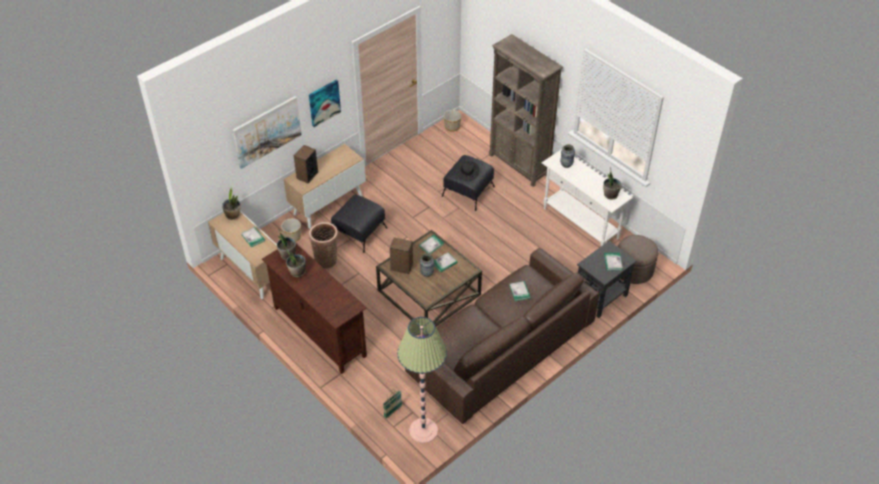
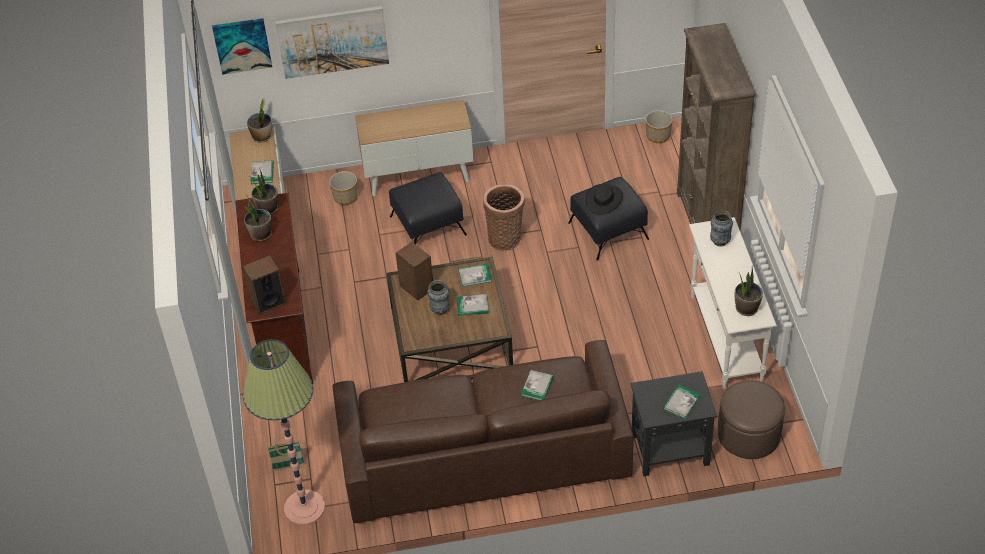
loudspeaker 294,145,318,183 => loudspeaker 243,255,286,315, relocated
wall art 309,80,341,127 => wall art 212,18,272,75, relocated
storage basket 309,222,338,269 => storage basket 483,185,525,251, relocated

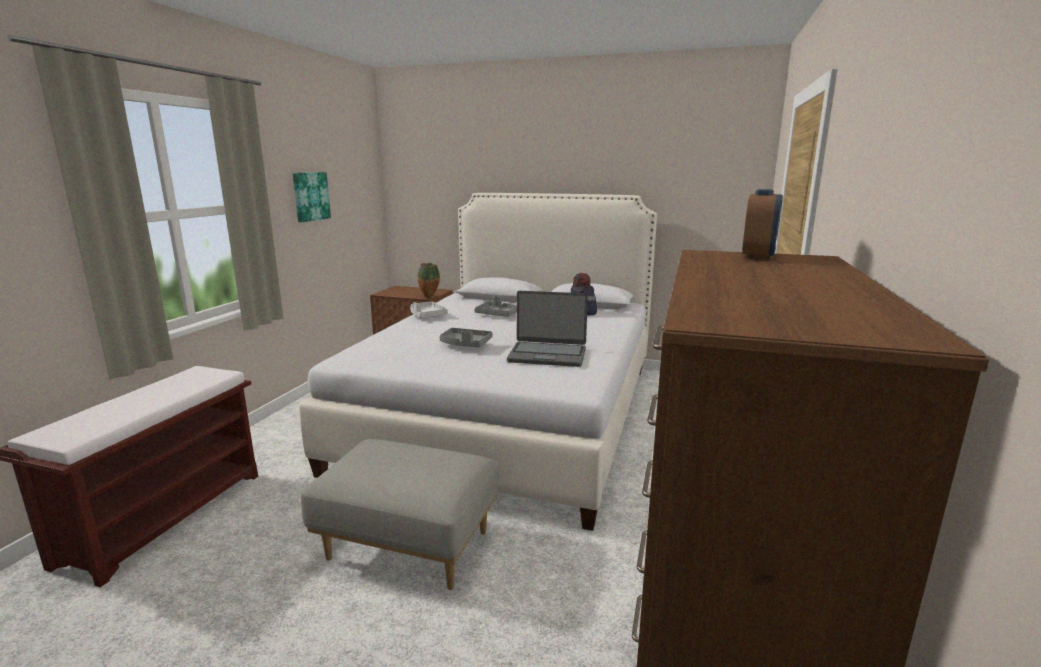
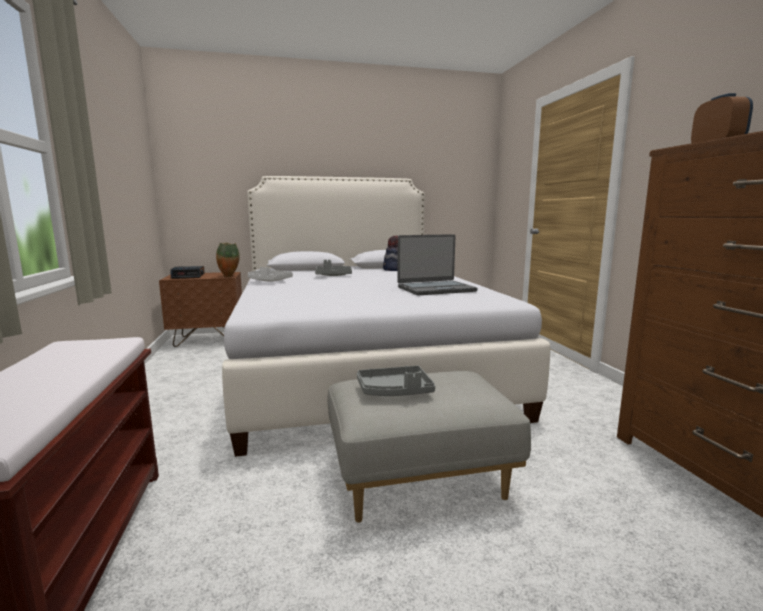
wall art 293,172,331,222 => nothing
nothing => table clock 170,266,205,279
greyish tray 440,328,493,347 => greyish tray 357,366,435,396, relocated

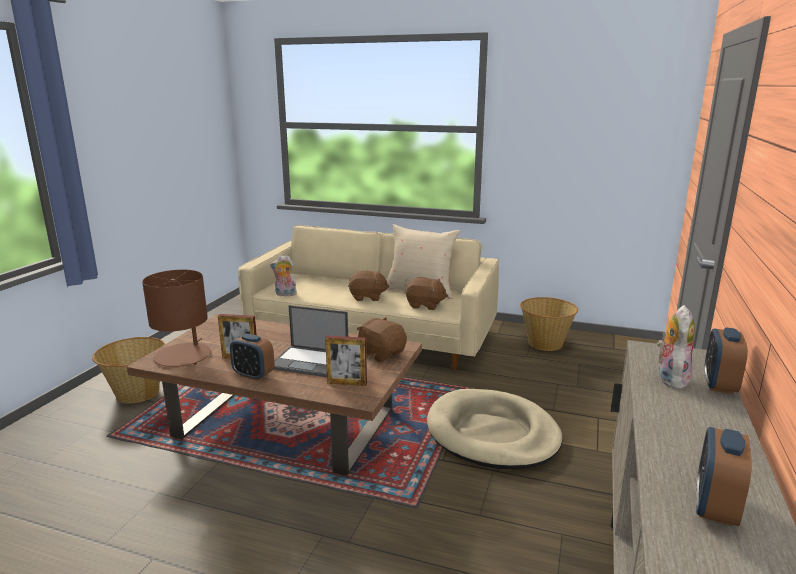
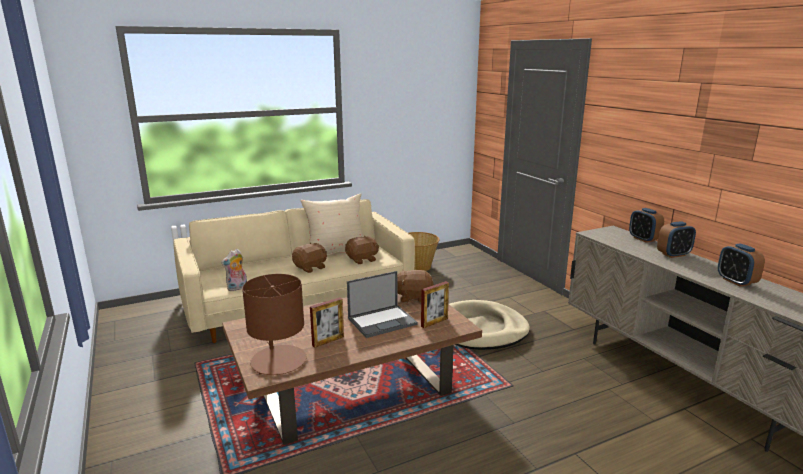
storage basket 92,337,165,404 => nothing
cuddly toy 657,305,694,389 => nothing
table clock 230,334,275,381 => table clock 657,222,696,258, relocated

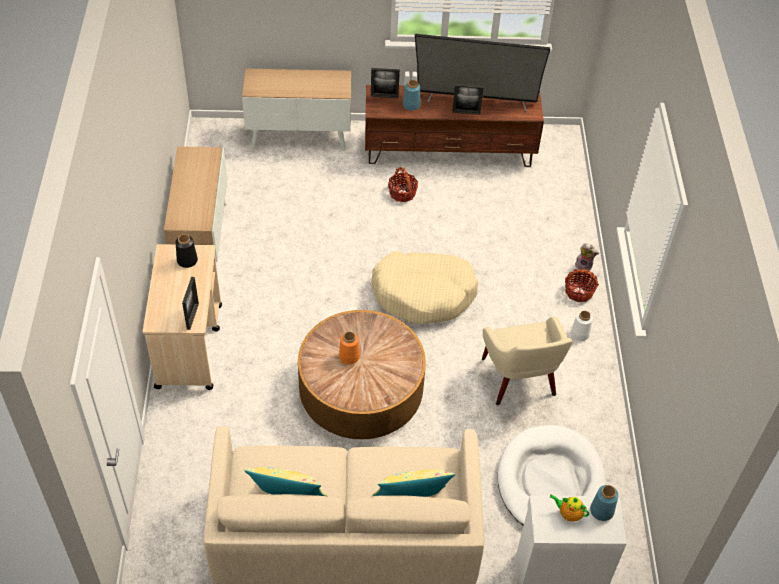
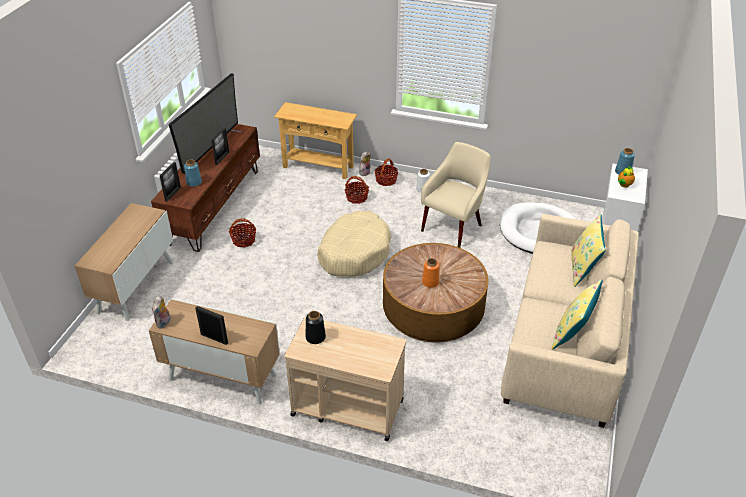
nothing => cuddly toy 152,295,170,329
nothing => beige console table 274,102,357,179
nothing => storage basket 345,176,369,204
picture frame 182,277,199,330 => picture frame 195,306,228,345, relocated
beige lounge chair 482,317,572,405 => beige lounge chair 421,142,491,248, 60 degrees counterclockwise

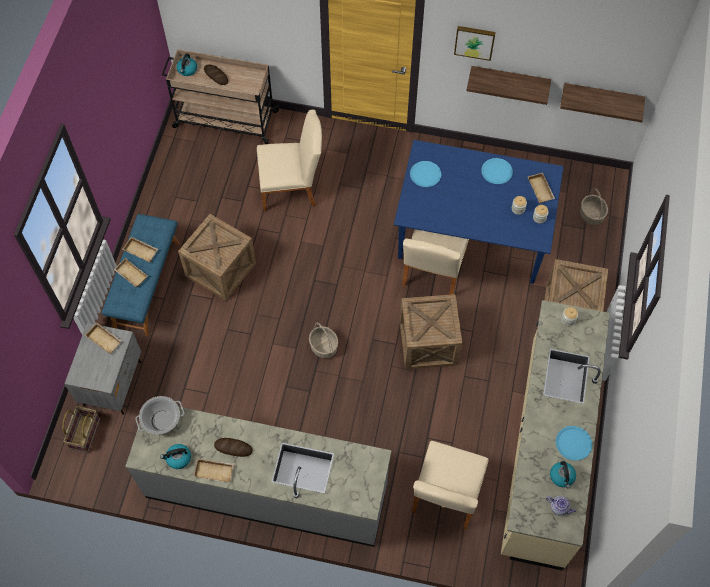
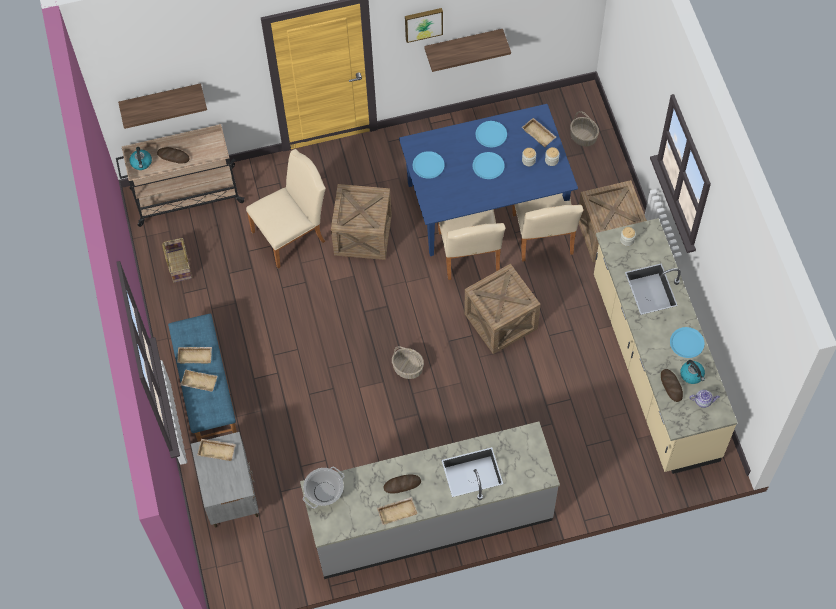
kettle 160,444,191,469 => nothing
nothing => bluish plate 473,152,505,179
nothing => baked bread 661,369,683,402
storage basket 62,406,100,453 => storage basket 162,238,192,282, relocated
packing crate 178,214,256,301 => packing crate 331,184,392,260, relocated
beige upright chair 412,441,489,529 => beige upright chair 512,193,583,262, relocated
wall shelf 560,83,645,123 => wall shelf 118,83,207,129, relocated

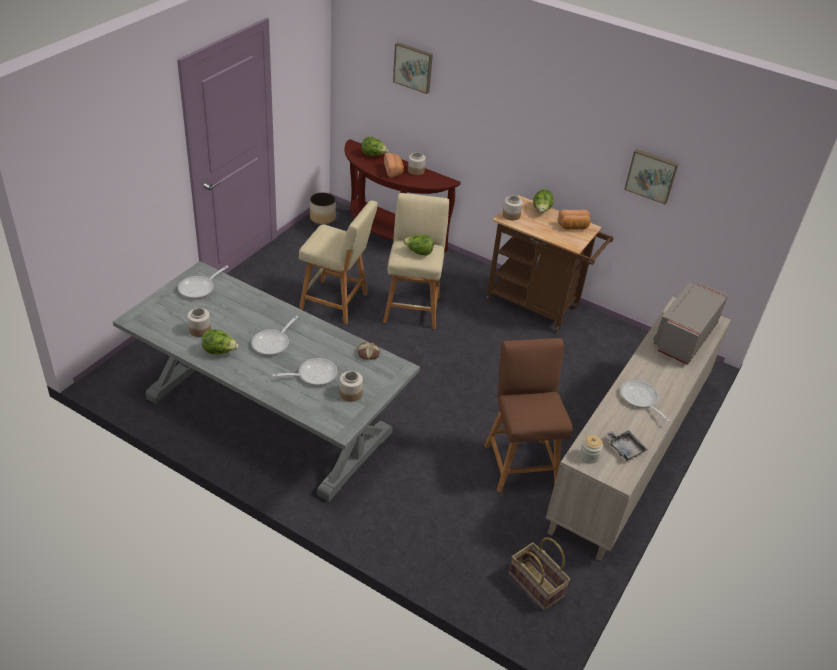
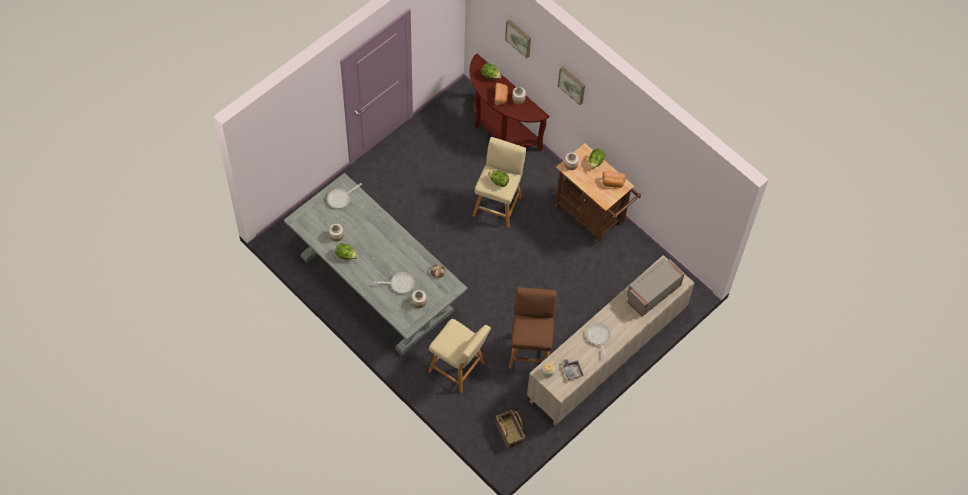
skillet 251,316,298,356 => nothing
flower pot 310,192,336,224 => nothing
beige stool seat 299,200,378,324 => beige stool seat 428,319,491,393, relocated
wall art 624,149,678,204 => wall art 558,66,585,105, relocated

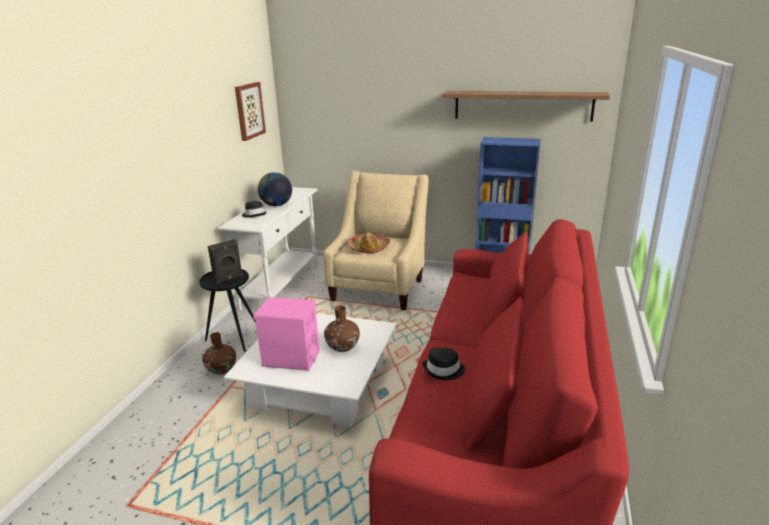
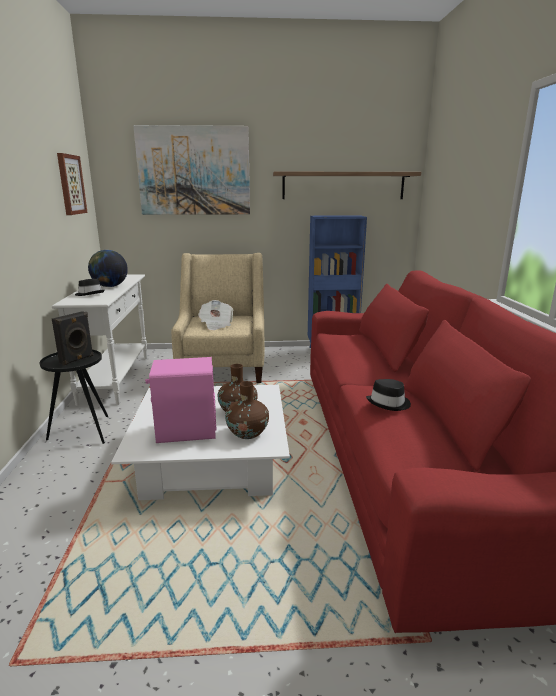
nothing => wall art 133,125,250,215
brown vase 202,332,236,375 => brown vase 225,381,269,439, relocated
hat 348,233,390,254 => newspaper 198,300,234,330

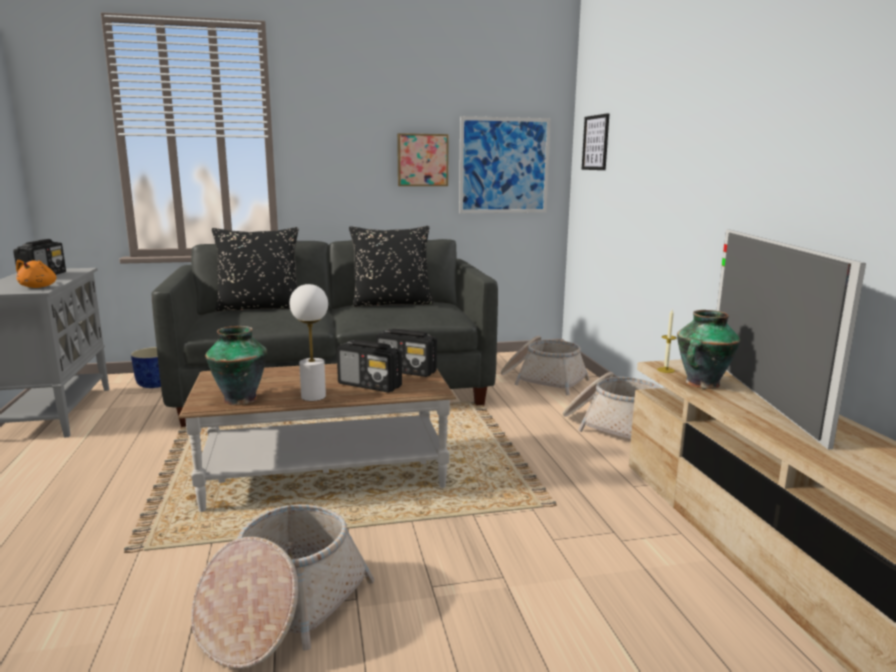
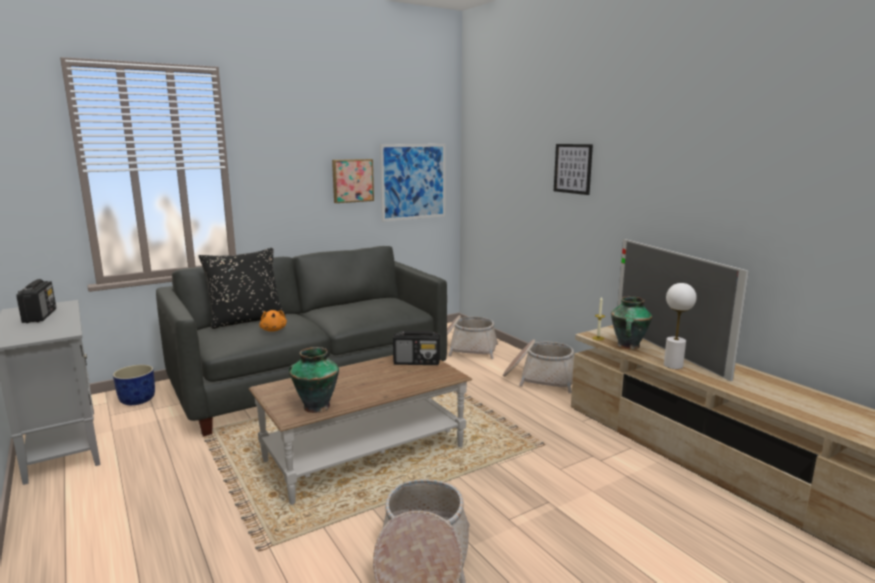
radio 337,340,402,393 => nothing
blackish throw pillow 349,226,434,307 => nothing
orange cuddly toy 16,260,56,288 => orange cuddly toy 259,310,287,332, relocated
white tabletop lamp 289,284,328,401 => white tabletop lamp 664,283,697,369, relocated
wall art 582,113,610,170 => wall art 554,144,593,195, relocated

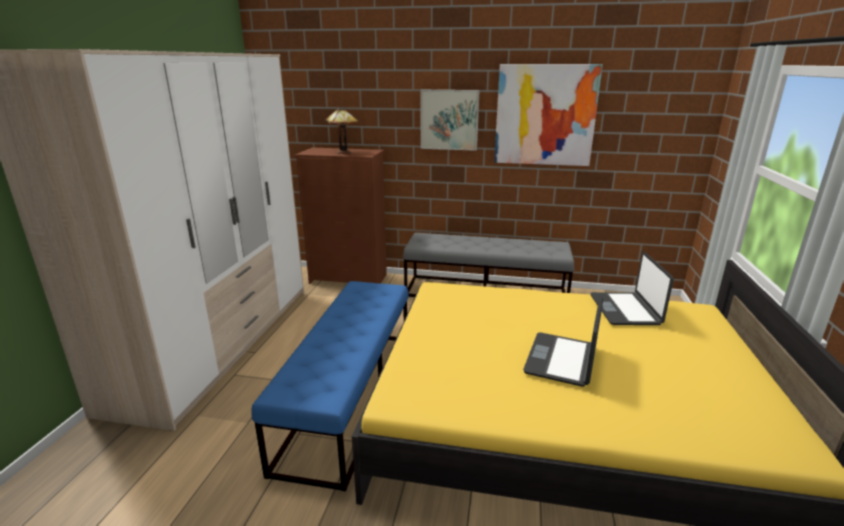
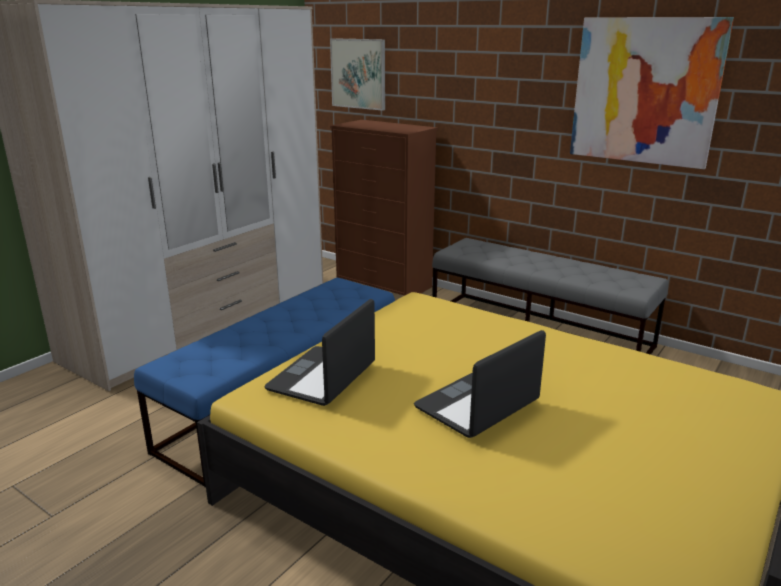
tabletop lamp 325,106,360,154 => nothing
wall art 421,90,480,151 => wall art 330,38,385,111, relocated
laptop 590,252,674,325 => laptop 264,299,375,406, relocated

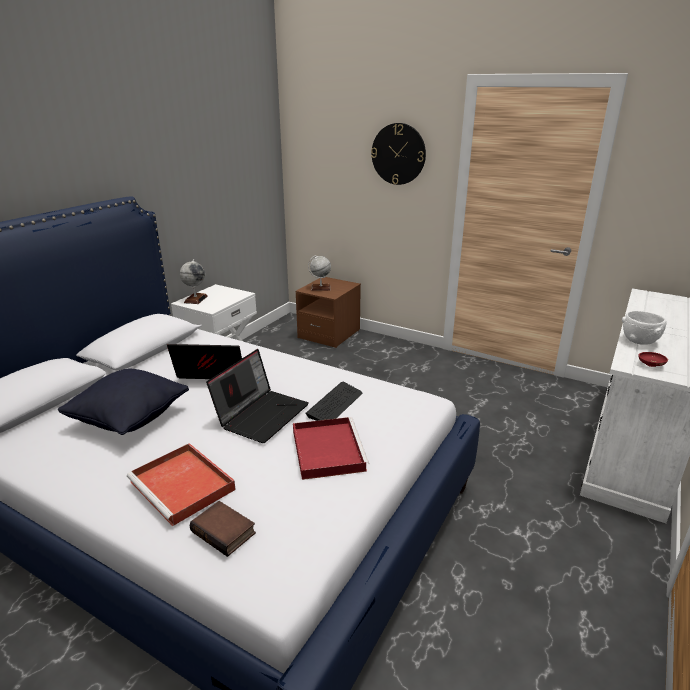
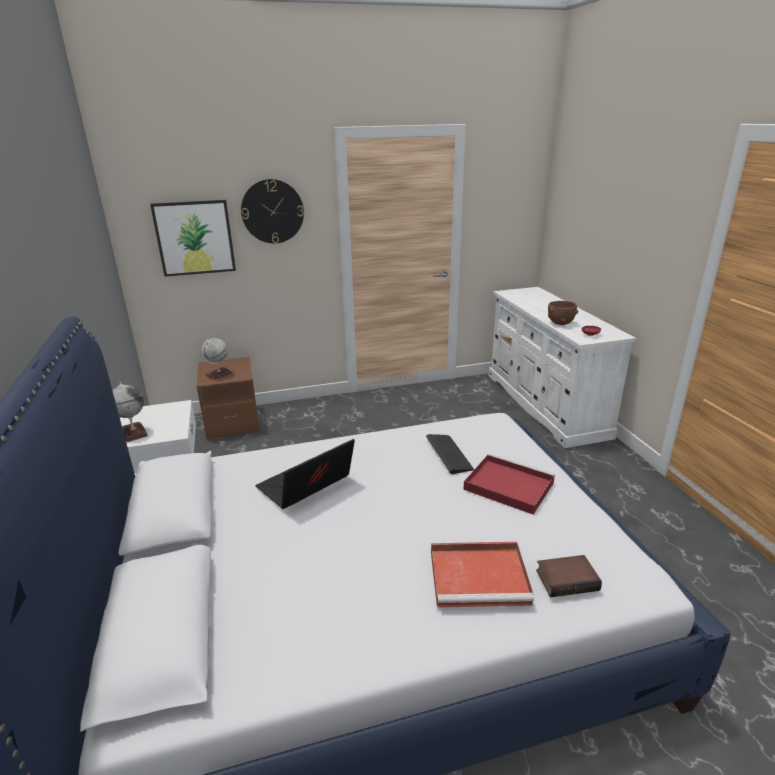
blackish throw pillow 58,369,189,435 => nothing
laptop 206,349,309,443 => nothing
nothing => wall art 150,200,236,277
white serving bowl 622,311,667,345 => brown serving bowl 548,301,578,325

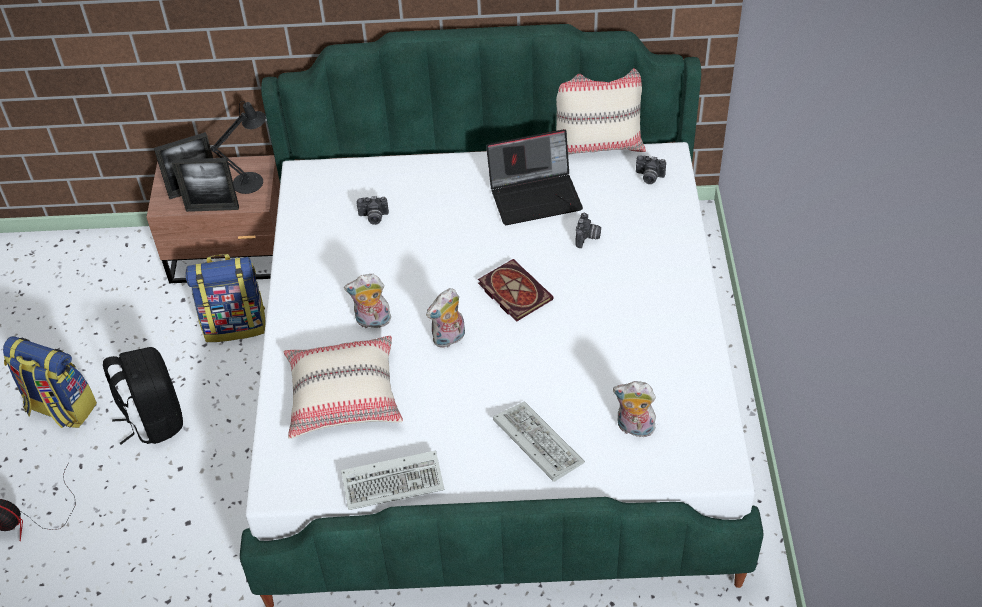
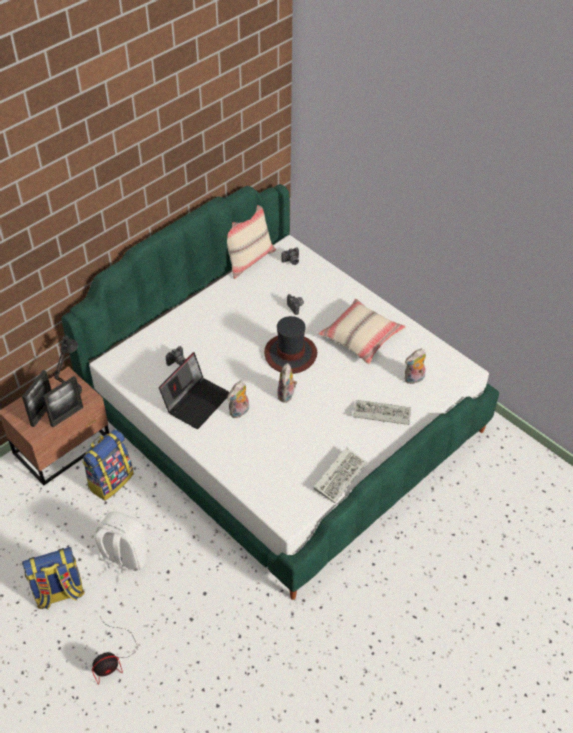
beige throw pillow 283,336,403,439 => beige throw pillow 318,299,406,364, relocated
laptop 486,129,583,225 => laptop 159,352,229,429, relocated
book 478,259,554,321 => hat 264,316,317,374
blackish backpack 103,347,183,444 => white backpack 95,511,148,584

